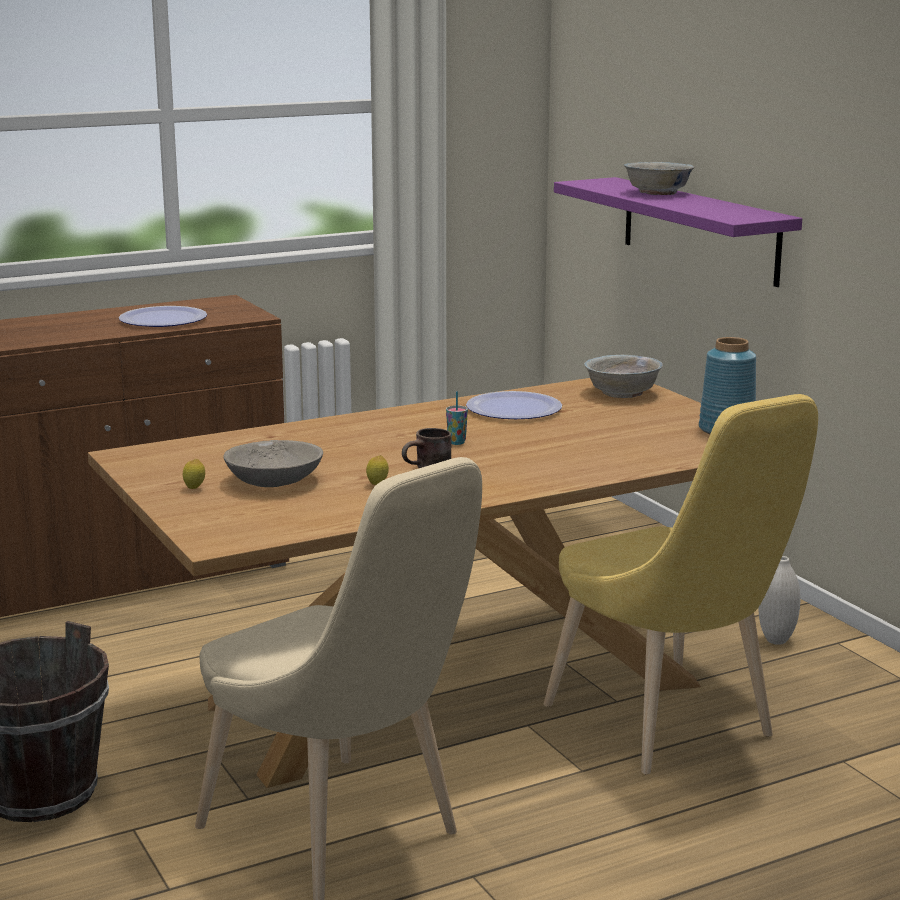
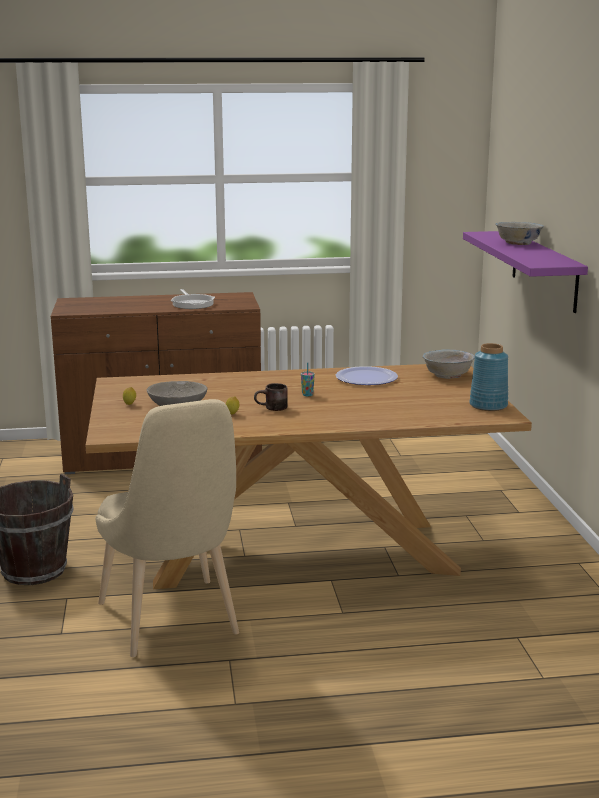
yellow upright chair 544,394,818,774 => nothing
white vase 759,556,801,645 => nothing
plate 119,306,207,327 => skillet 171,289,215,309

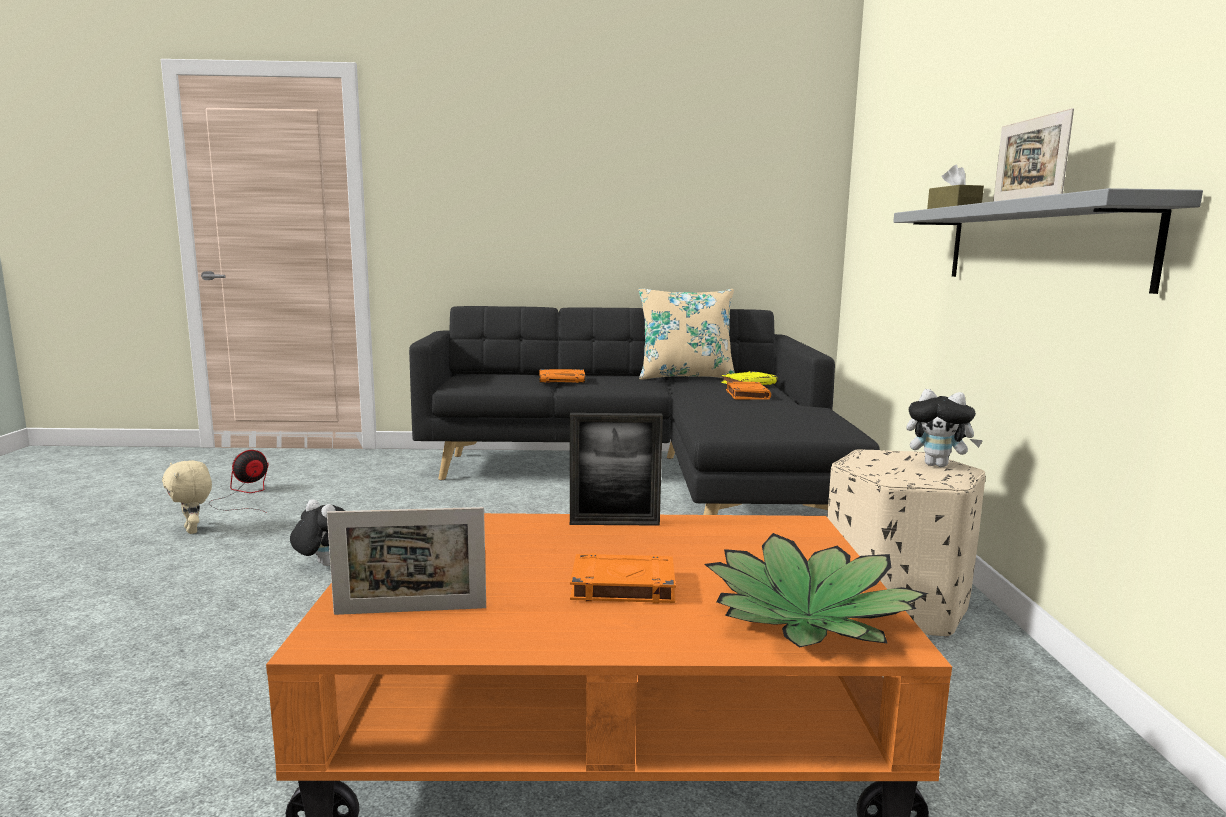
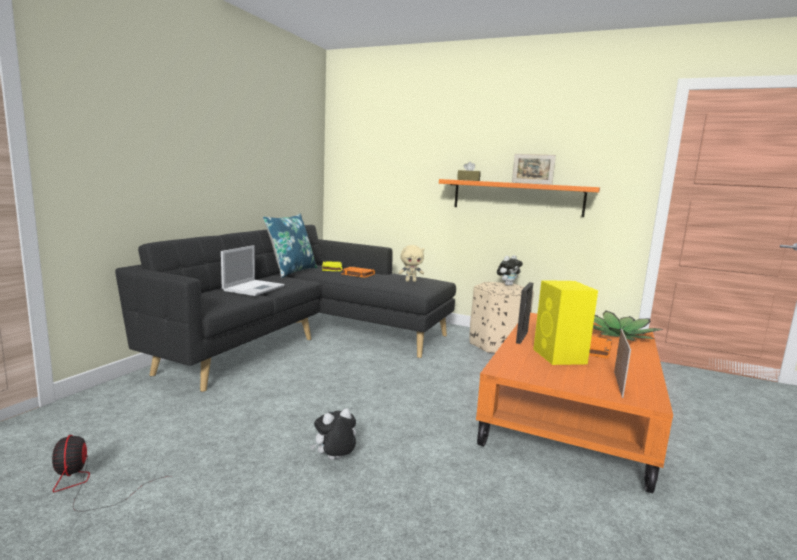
nothing => yellow loudspeaker 533,280,598,365
beige cuddly toy 162,460,212,534 => beige cuddly toy 399,245,424,282, relocated
orange book 539,369,585,383 => laptop 221,245,285,296
beige throw pillow 639,288,735,380 => bluish throw pillow 263,214,317,278
greyish wall shelf 893,188,1203,294 => orange wall shelf 439,179,600,217

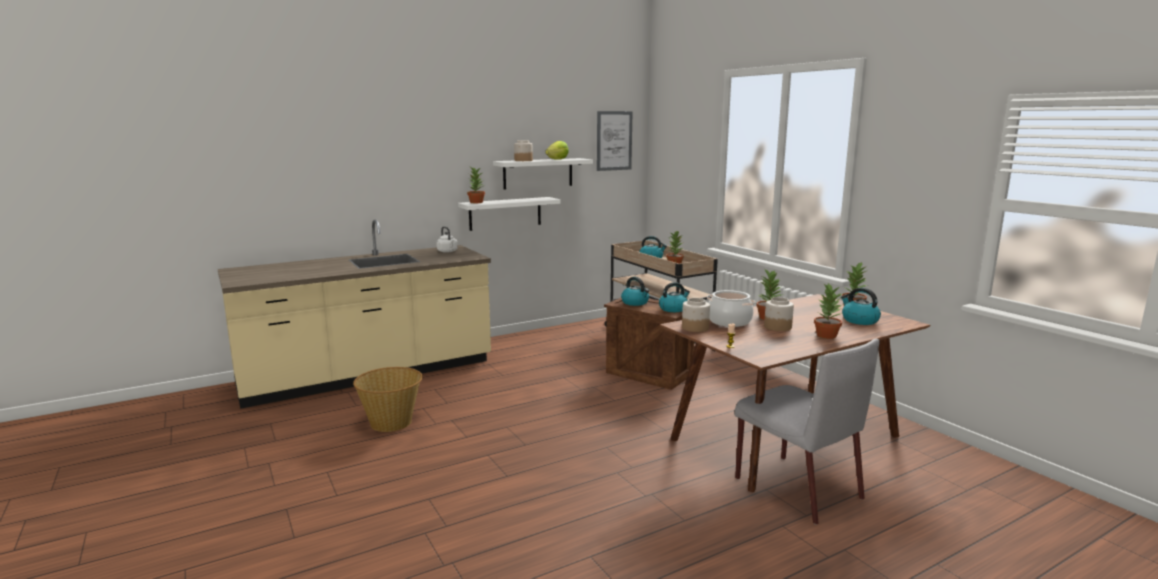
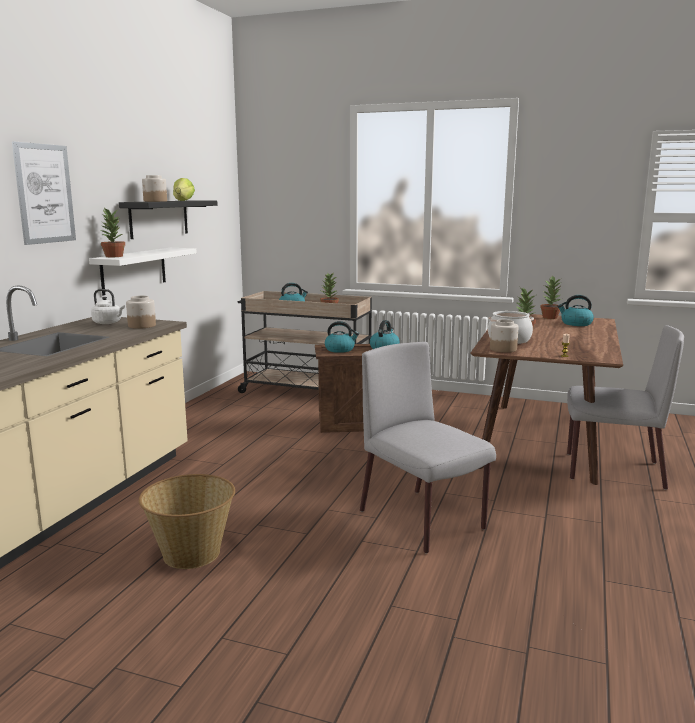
plant in a pot 814,283,844,339 => nothing
nothing => greyish upright chair 360,342,496,554
wall art 597,111,633,171 => wall art 12,141,76,245, relocated
storage jar 764,297,794,331 => storage jar 126,296,156,329, relocated
white wall shelf 493,158,593,190 => blackish wall shelf 119,200,217,239

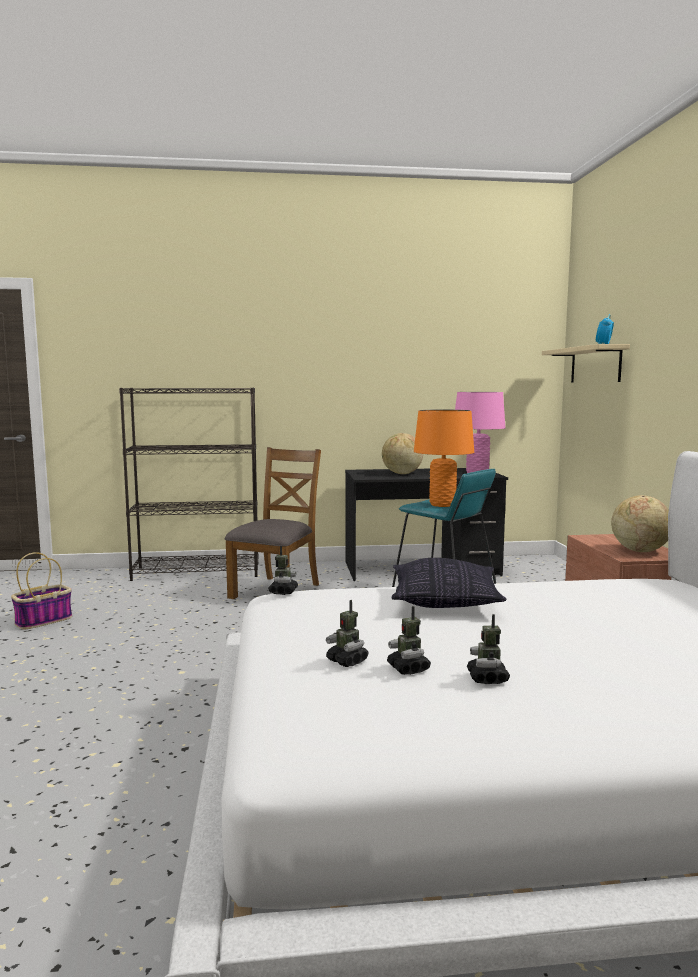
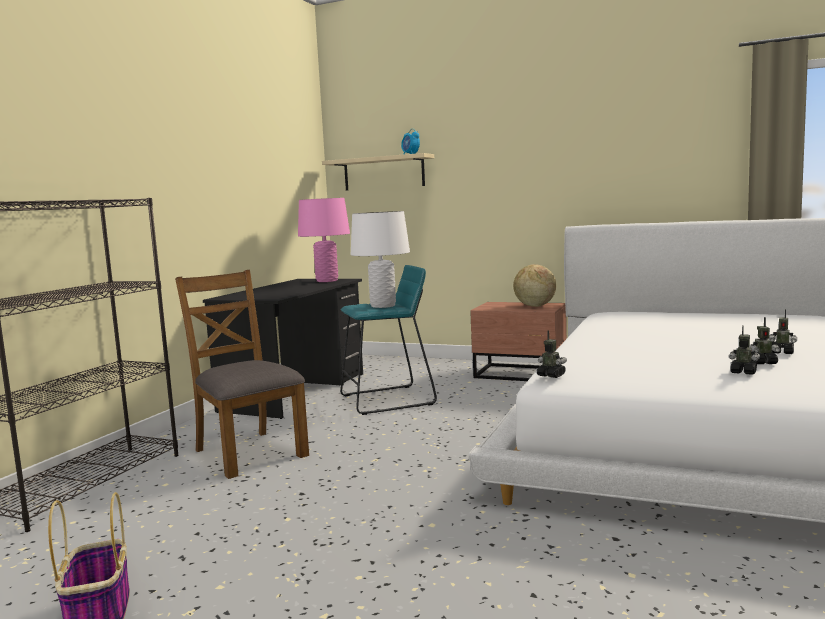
desk globe 382,433,423,474 => nothing
throw pillow 392,558,507,608 => nothing
orange tabletop lamp 414,410,474,507 => white tabletop lamp 351,211,410,308
robot figure 326,600,369,667 => robot figure 729,325,760,375, 135 degrees counterclockwise

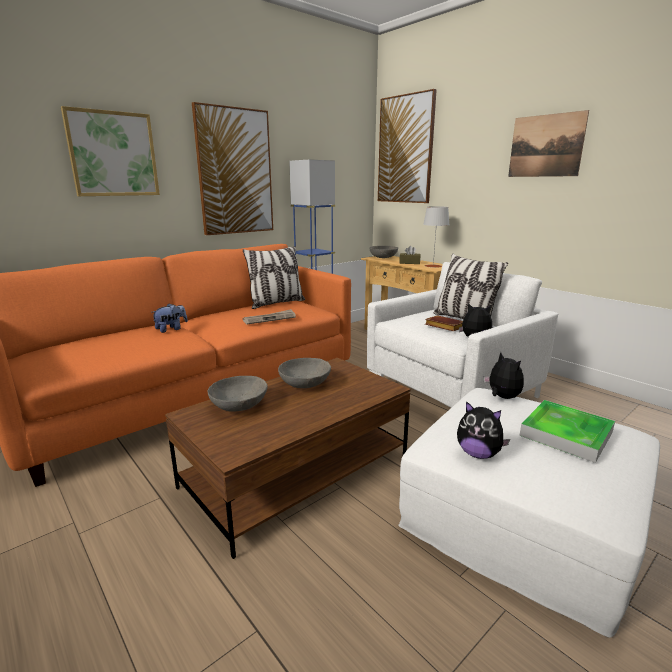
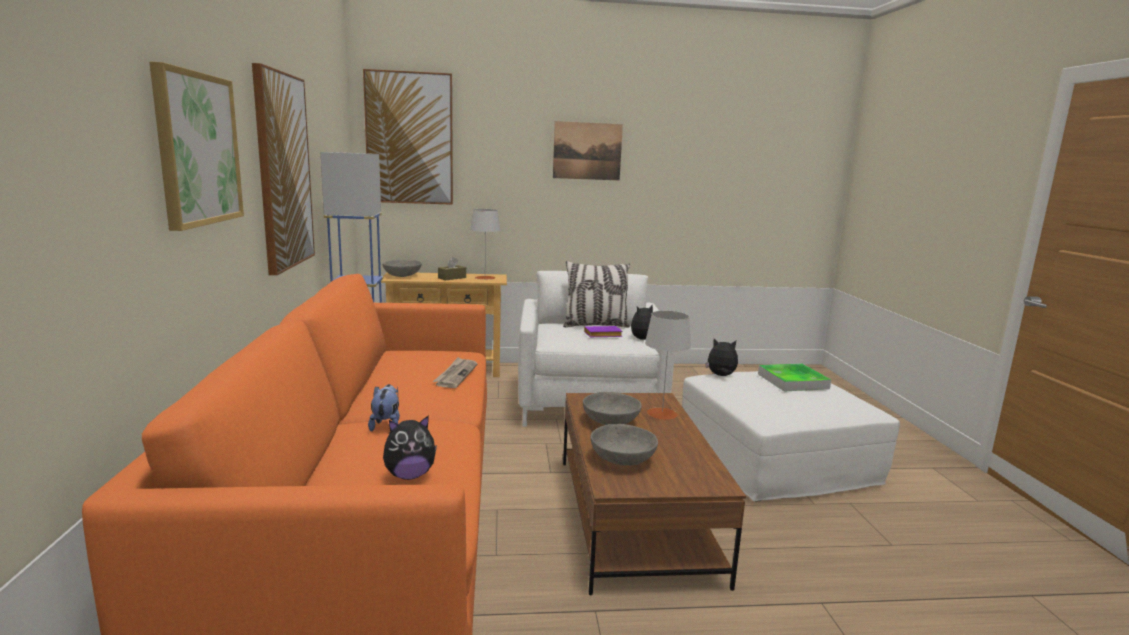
throw pillow 243,246,305,309 => nothing
nothing => greyish tabletop lamp 645,311,691,420
cuddly toy 457,401,510,459 => cuddly toy 383,415,437,480, relocated
brown book 425,315,463,331 => purplish book 584,326,623,337

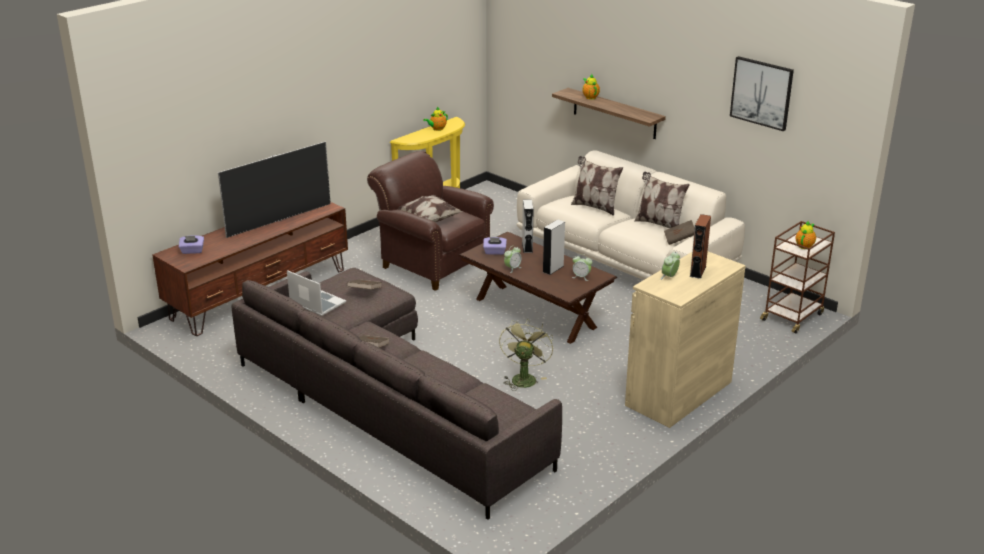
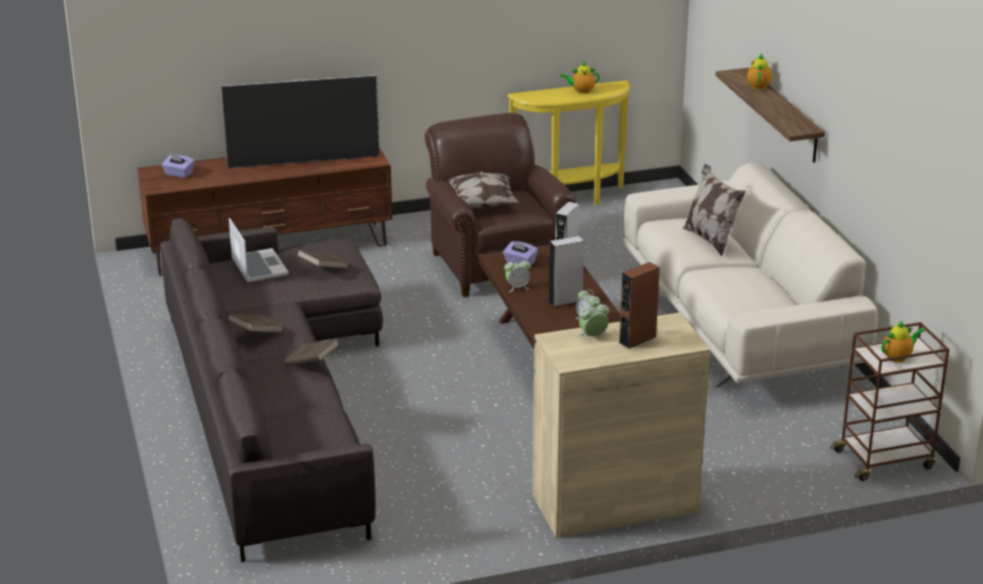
green-coloured fan 499,321,553,391 => nothing
throw pillow 634,172,690,228 => nothing
wall art 730,56,794,131 => nothing
brown book 664,220,695,245 => brown book 284,339,340,366, relocated

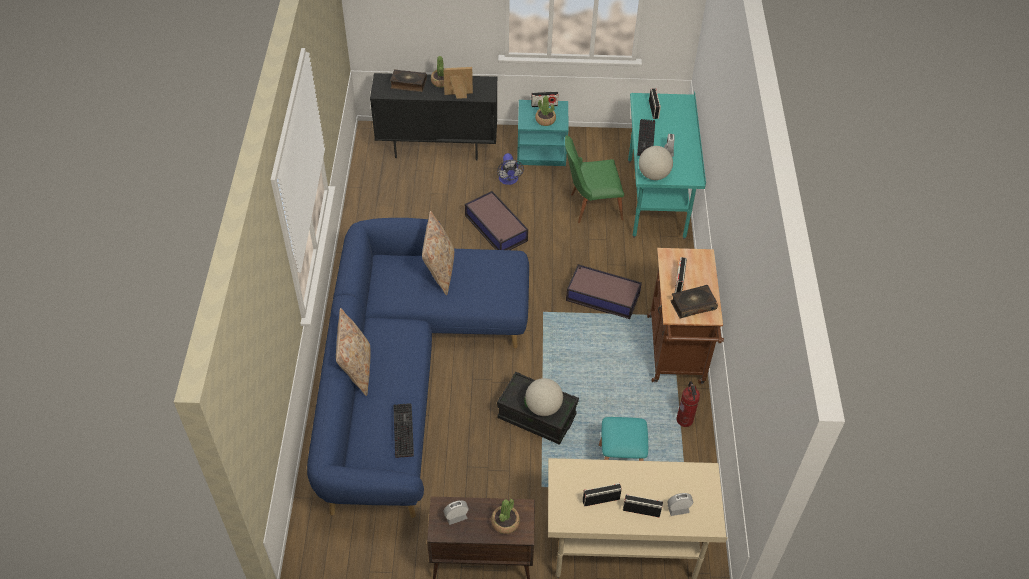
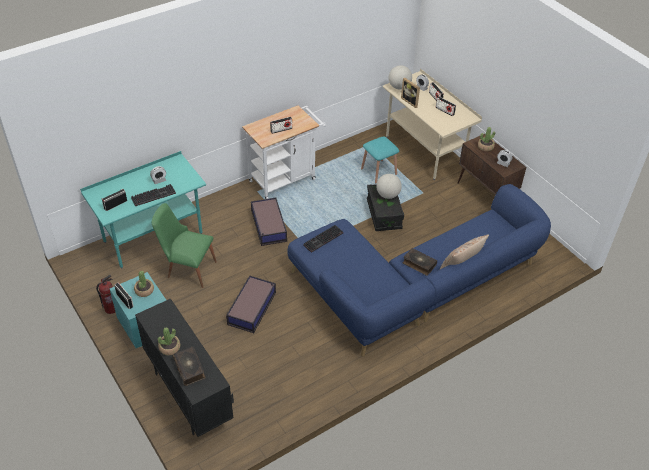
beige throw pillow 422,211,454,295 => nothing
fan 497,153,524,185 => nothing
computer keyboard 393,403,414,458 => computer keyboard 303,225,343,253, relocated
picture frame 443,67,473,99 => picture frame 401,78,420,108, relocated
desk globe 639,146,673,180 => desk globe 389,65,412,90, relocated
book 670,285,718,319 => book 403,248,437,276, relocated
fire extinguisher 677,381,700,427 => fire extinguisher 96,275,115,314, relocated
brown wheeled cart 647,248,724,384 => white wheeled cart 242,105,326,199
green-coloured upright chair 565,135,624,223 => green-coloured upright chair 152,203,217,288, 150 degrees clockwise

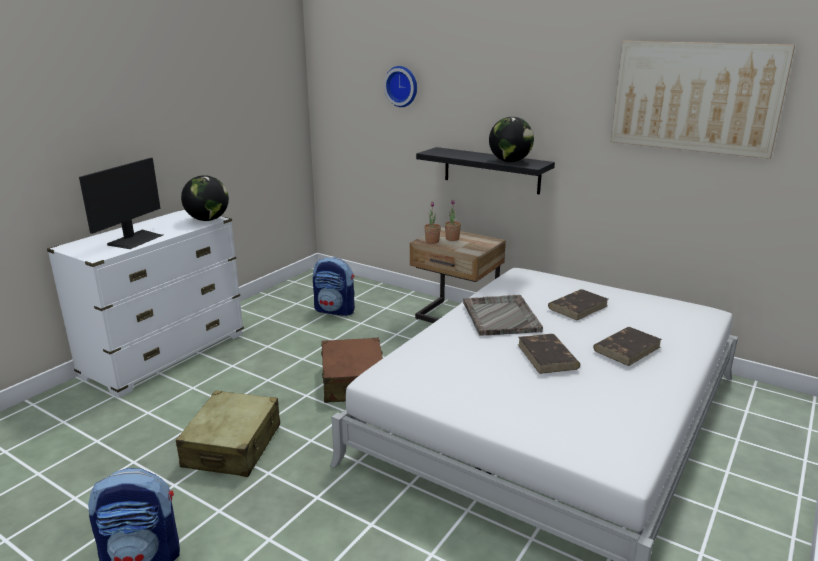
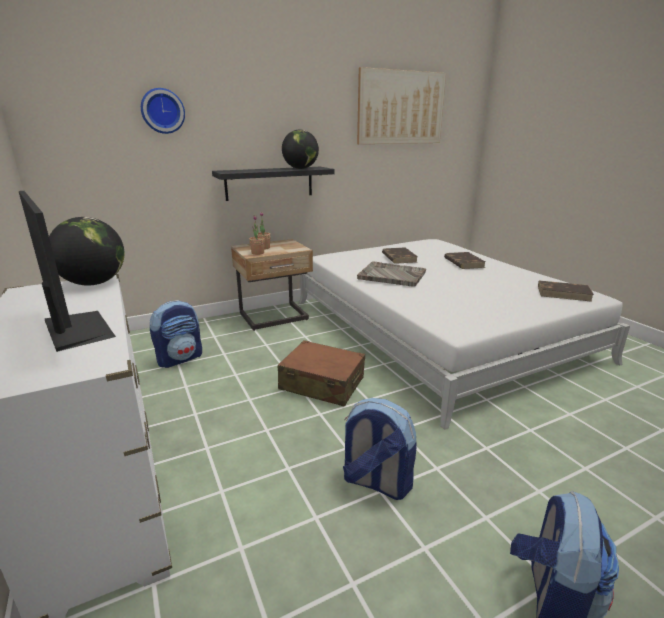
brown book 518,334,580,374 => brown book 538,280,594,302, relocated
beige suitcase 176,391,280,477 => backpack 343,398,417,500

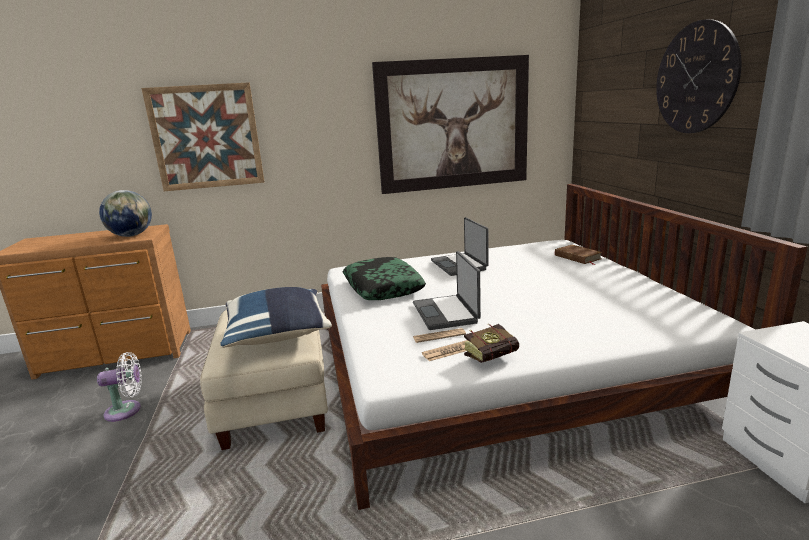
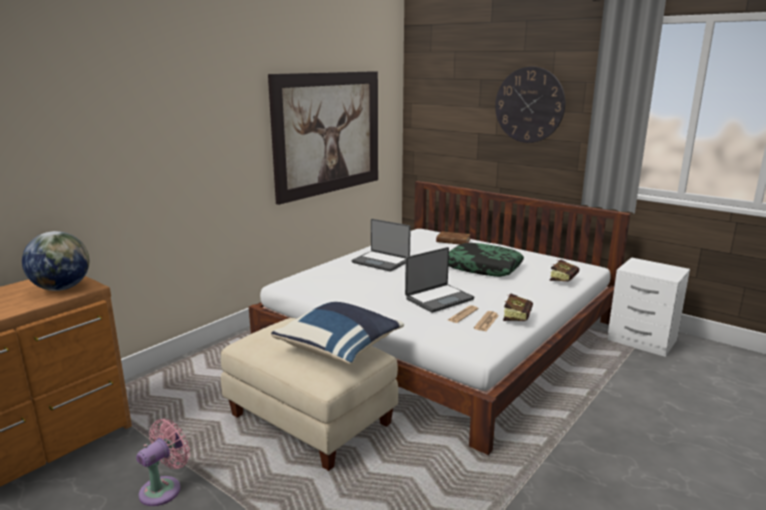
wall art 141,82,264,191 => nothing
nothing => book 550,259,579,282
throw pillow 343,257,426,300 => throw pillow 448,243,524,277, relocated
white fan 97,352,142,422 => pink-coloured fan 136,419,190,506
laptop 413,251,481,330 => laptop 405,247,474,313, 75 degrees counterclockwise

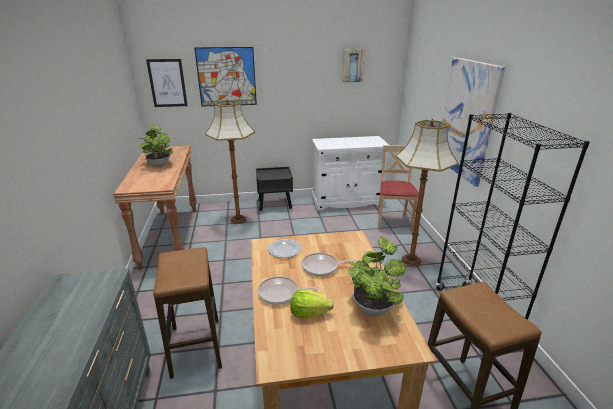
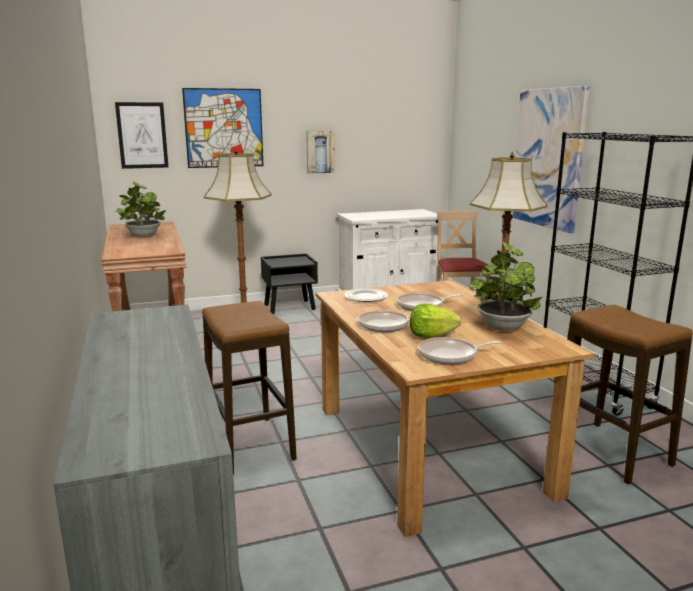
nothing => skillet 418,337,503,365
wall art 342,49,365,82 => wall art 306,131,334,174, relocated

